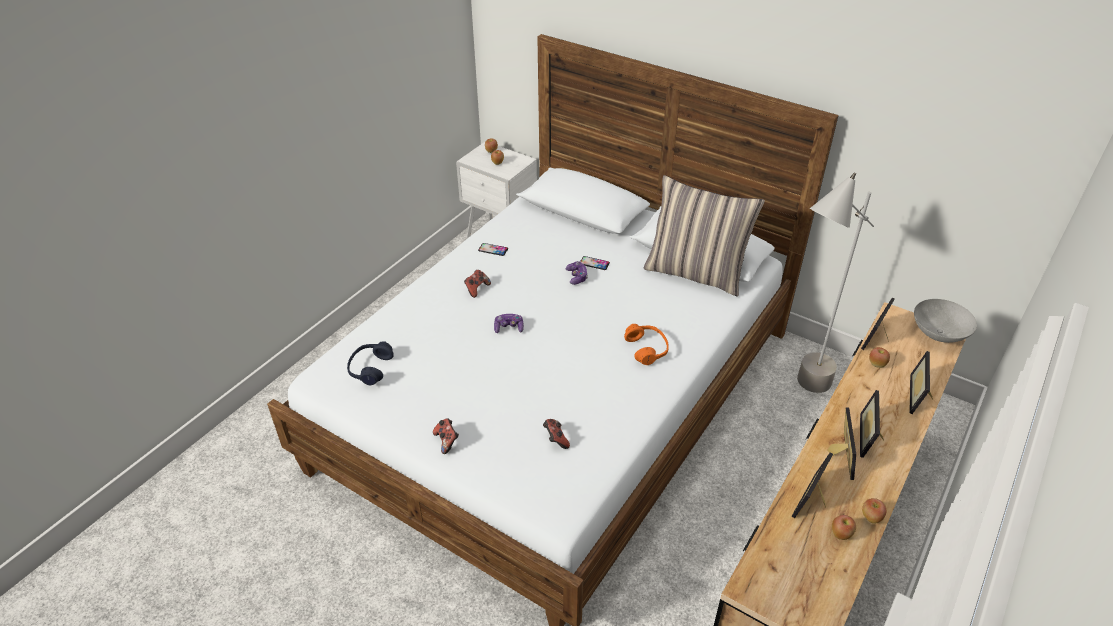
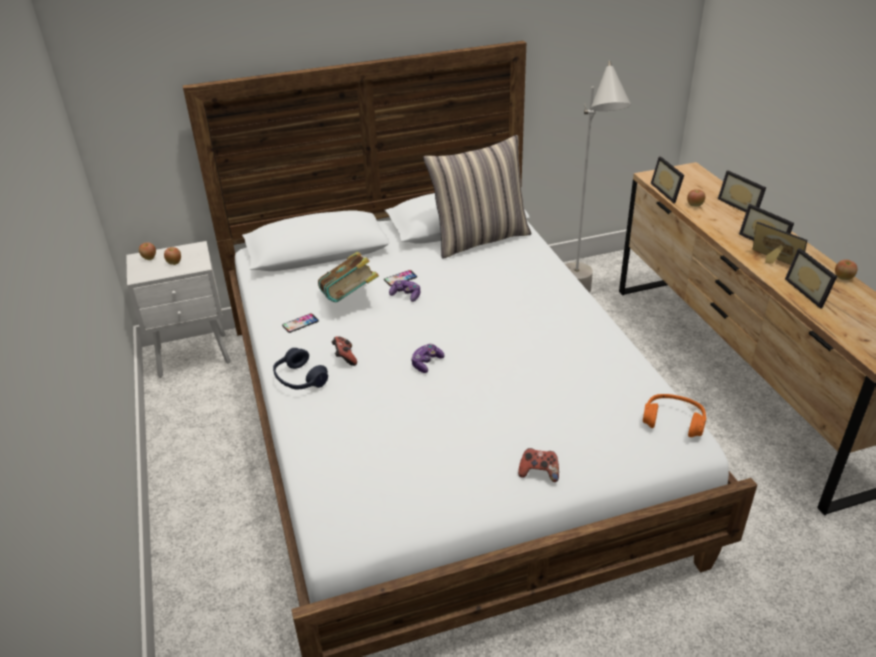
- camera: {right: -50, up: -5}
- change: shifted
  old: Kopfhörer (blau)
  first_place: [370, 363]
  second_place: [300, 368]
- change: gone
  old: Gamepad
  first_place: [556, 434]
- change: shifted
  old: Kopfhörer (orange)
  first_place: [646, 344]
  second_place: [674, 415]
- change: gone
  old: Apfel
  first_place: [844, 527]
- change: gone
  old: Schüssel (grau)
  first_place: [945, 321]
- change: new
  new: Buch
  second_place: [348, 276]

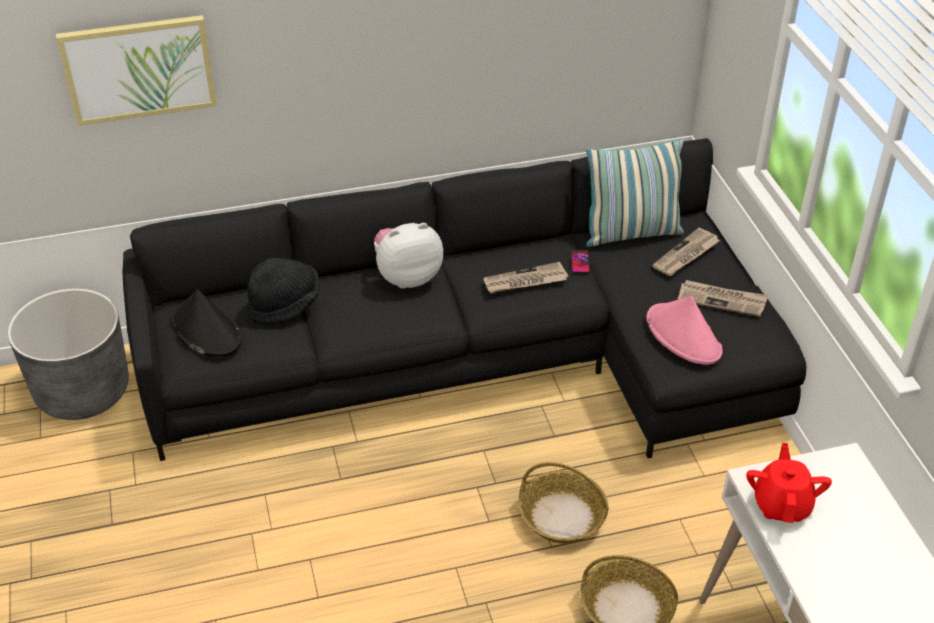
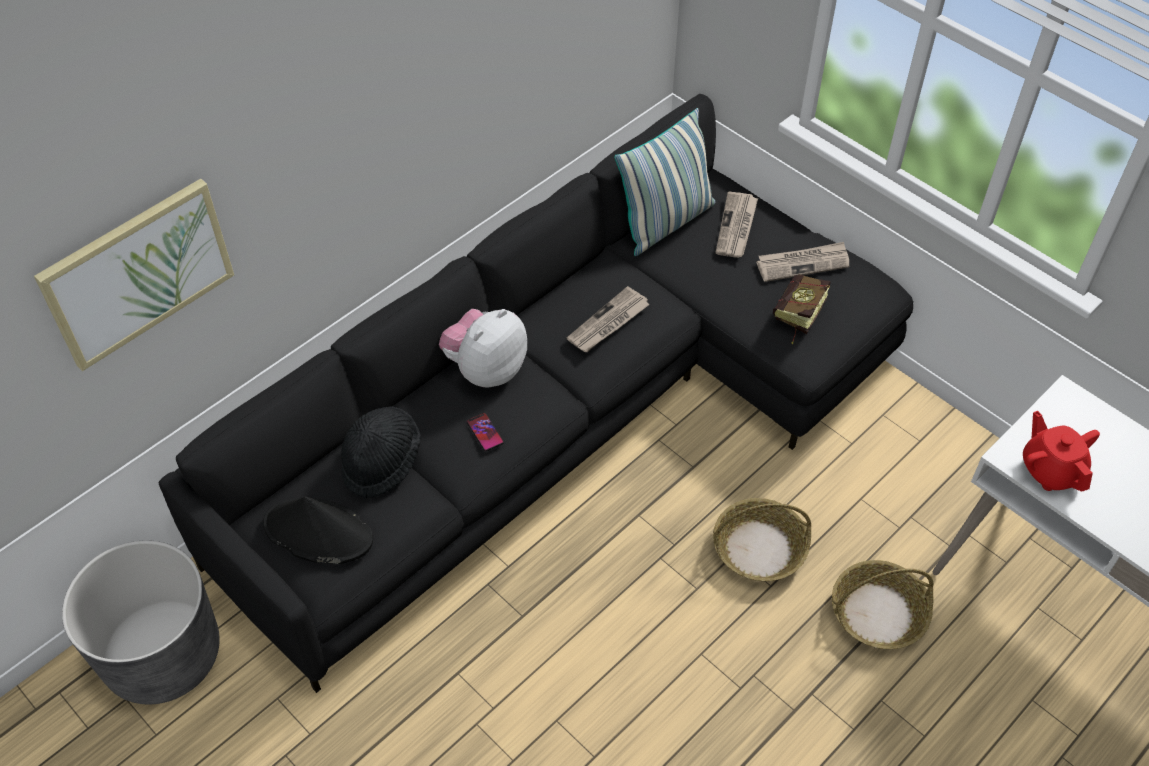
- camera: {right: -30, up: 10}
- change: shifted
  old: Handy
  first_place: [580, 261]
  second_place: [485, 432]
- change: swapped
  old: Hut (rosa)
  new: Buch
  first_place: [685, 330]
  second_place: [802, 309]

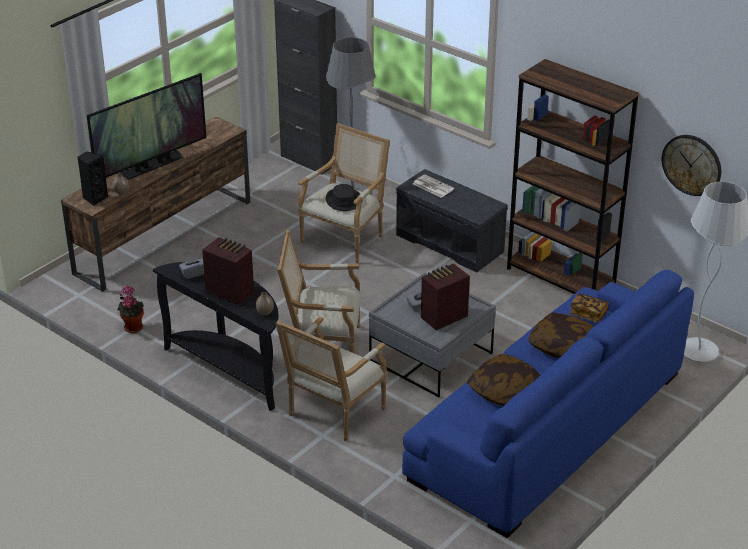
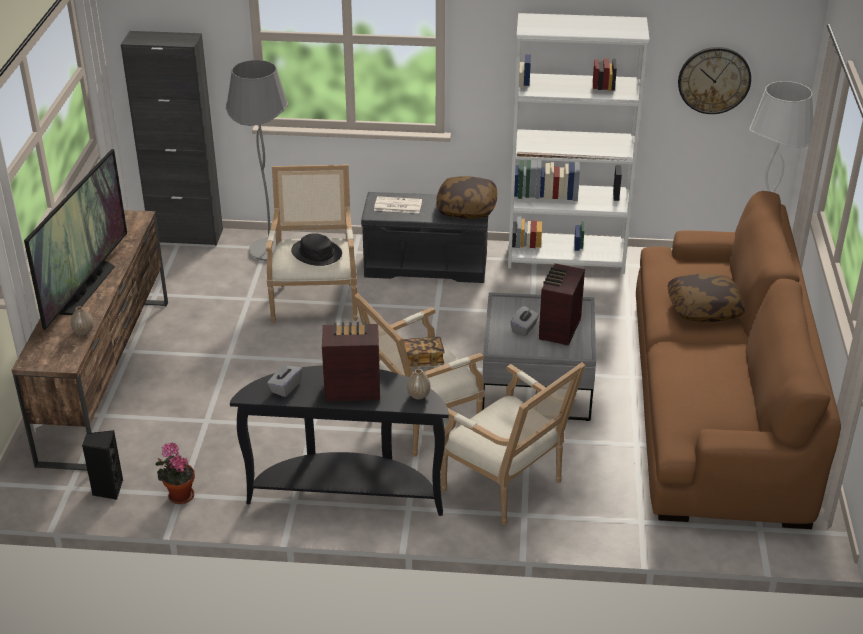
- camera: {right: -35, up: 0}
- change: shifted
  old: Lautsprecher (schwarz)
  first_place: [93, 179]
  second_place: [102, 465]
- change: rotated
  old: Sessel
  first_place: [331, 379]
  second_place: [513, 443]
  degrees: -45
- change: repainted
  old: Sofa (blau)
  new: Sofa (braun)
  first_place: [548, 404]
  second_place: [738, 360]
- change: shifted
  old: Kissen
  first_place: [503, 380]
  second_place: [466, 197]
- change: repainted
  old: Bücherregal (braun)
  new: Bücherregal (weiß)
  first_place: [573, 176]
  second_place: [578, 143]
- change: shifted
  old: Buch
  first_place: [589, 308]
  second_place: [424, 352]

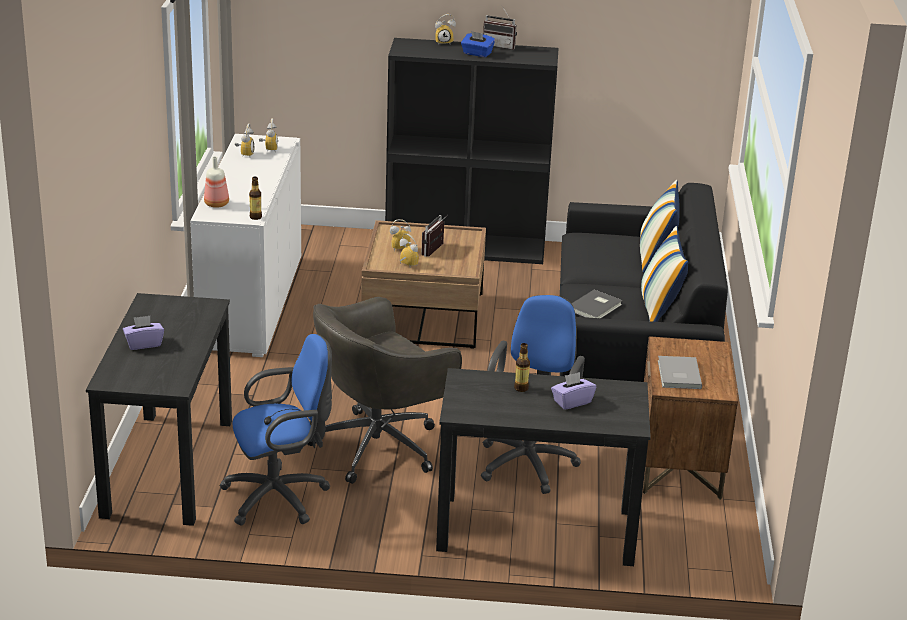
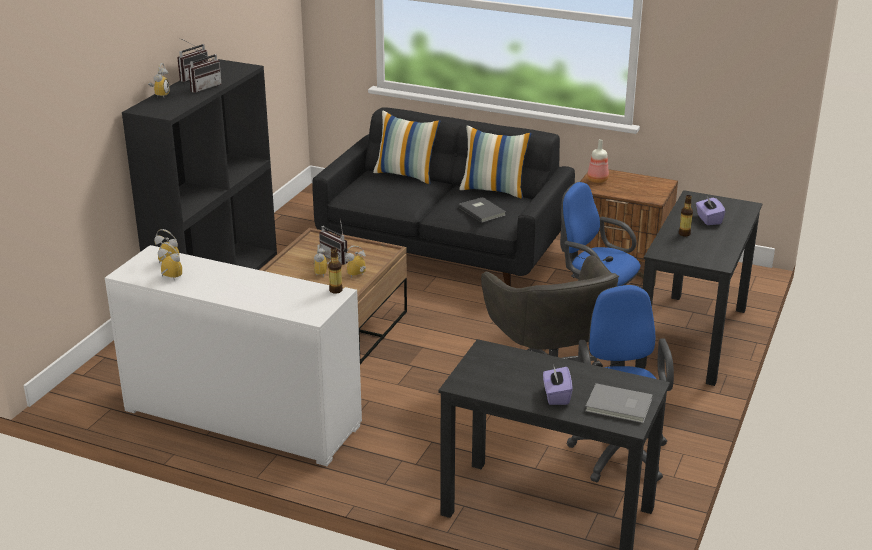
- camera: {right: -70, up: 0}
- change: shifted
  old: Flasche
  first_place: [216, 182]
  second_place: [598, 161]
- change: swapped
  old: Taschentuchbox (blau)
  new: Radio
  first_place: [478, 44]
  second_place: [205, 70]
- change: shifted
  old: Buch (grau)
  first_place: [680, 372]
  second_place: [619, 403]

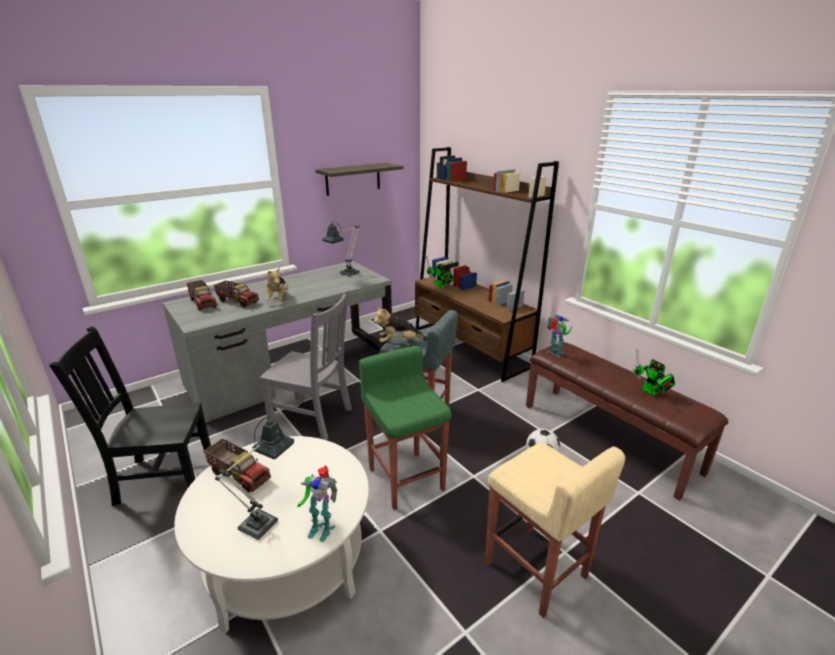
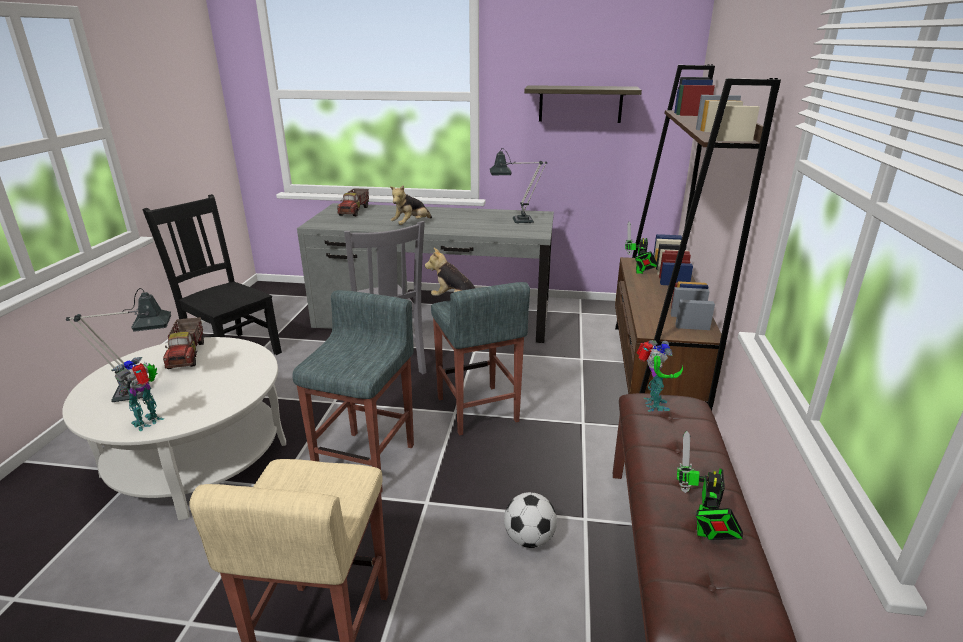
- camera: {right: 45, up: 0}
- change: gone
  old: Spielzeuglaster
  first_place: [236, 294]
- change: rotated
  old: Spielzeugroboter
  first_place: [317, 504]
  second_place: [137, 394]
  degrees: 60
- change: repainted
  old: Hocker (grün)
  new: Hocker (grau)
  first_place: [405, 428]
  second_place: [353, 391]

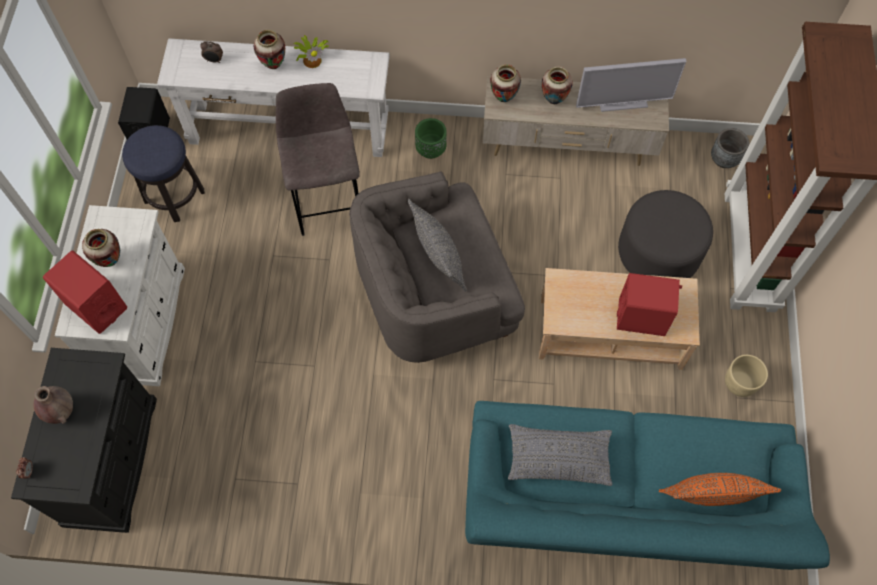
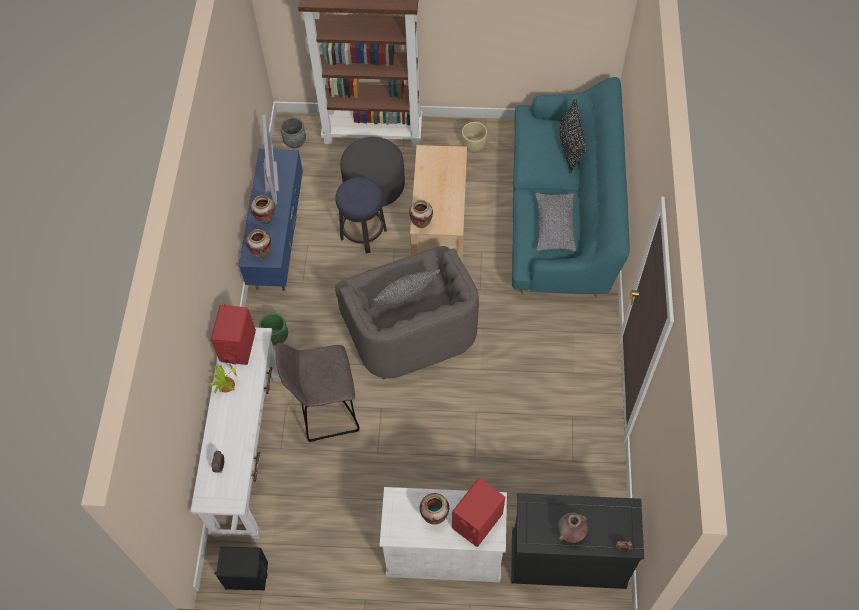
- camera: {right: -90, up: -5}
- change: shifted
  old: Hocker
  first_place: [163, 173]
  second_place: [361, 215]
- change: shifted
  old: Vase
  first_place: [269, 49]
  second_place: [421, 214]
- change: repainted
  old: Fernsehschrank (beige)
  new: Fernsehschrank (blau)
  first_place: [576, 121]
  second_place: [271, 220]
- change: shifted
  old: Lautsprecher (rot)
  first_place: [649, 304]
  second_place: [233, 334]
- change: repainted
  old: Kissen (orange)
  new: Kissen (schwarz)
  first_place: [720, 489]
  second_place: [573, 135]

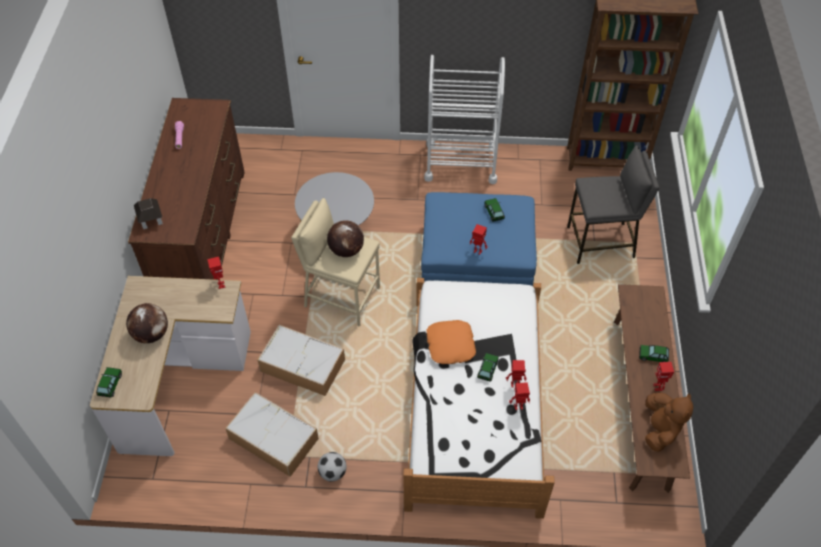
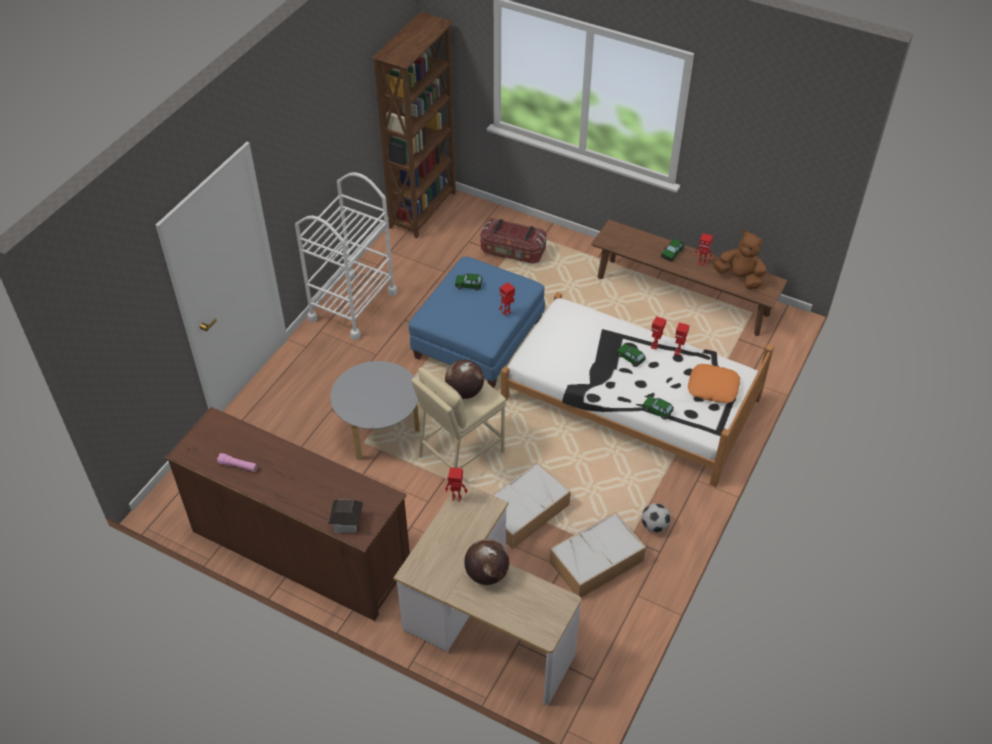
- camera: {right: -65, up: -5}
- change: shifted
  old: Spielzeugauto
  first_place: [109, 382]
  second_place: [658, 408]
- change: shifted
  old: Kissen (orange)
  first_place: [451, 342]
  second_place: [714, 383]
- change: swapped
  old: Hocker (grau)
  new: Aufbewahrungsbox
  first_place: [613, 204]
  second_place: [514, 241]

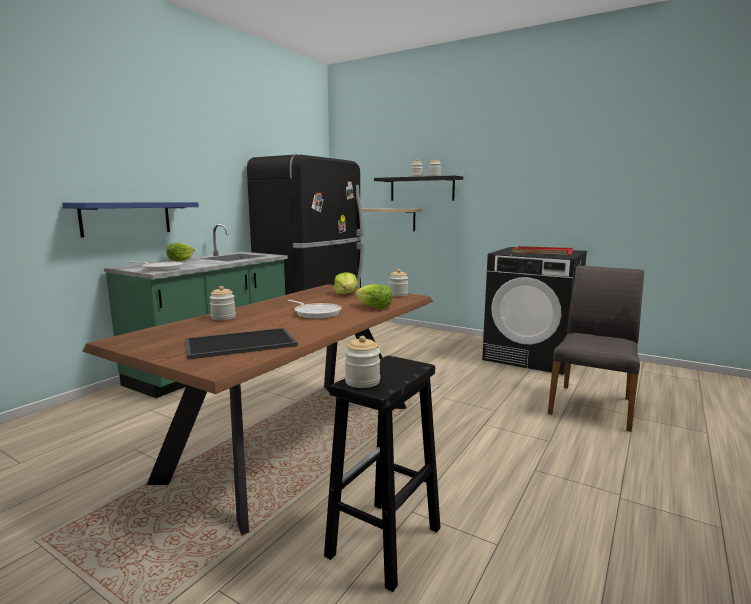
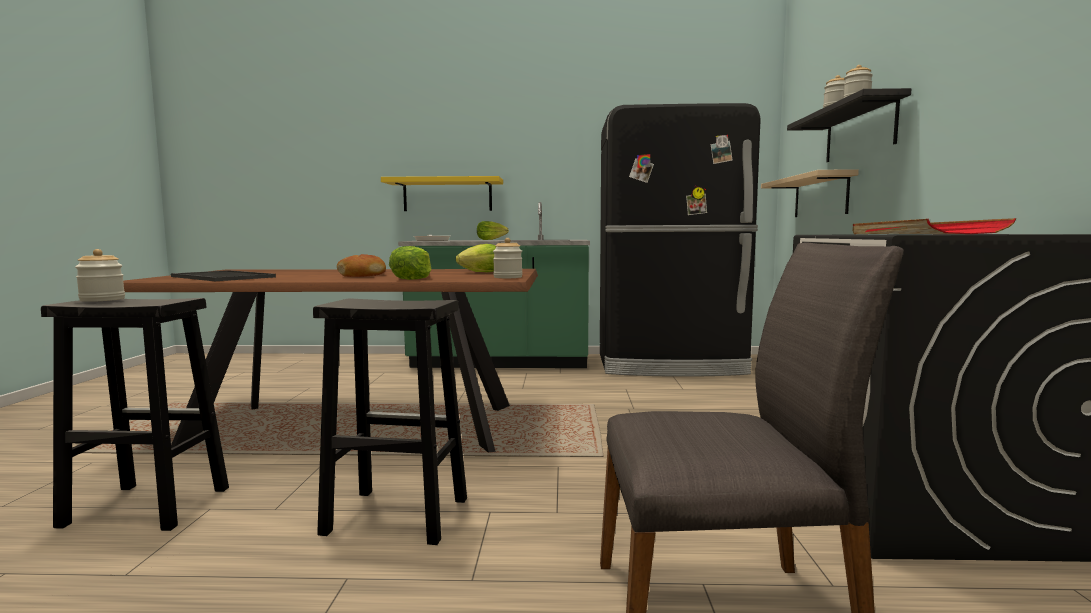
- camera: {right: 60, up: -5}
- change: repainted
  old: Wandregal (blau)
  new: Wandregal (gelb)
  first_place: [130, 220]
  second_place: [442, 193]
- change: gone
  old: Vorratsglas
  first_place: [222, 303]
- change: swapped
  old: Pfanne
  new: Brot
  first_place: [314, 309]
  second_place: [361, 265]
- change: new
  new: Hocker (schwarz)
  second_place: [390, 421]

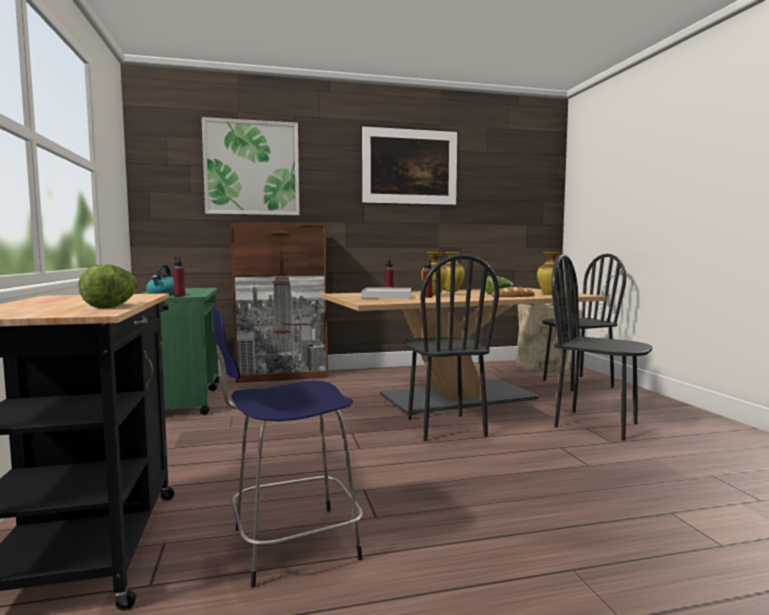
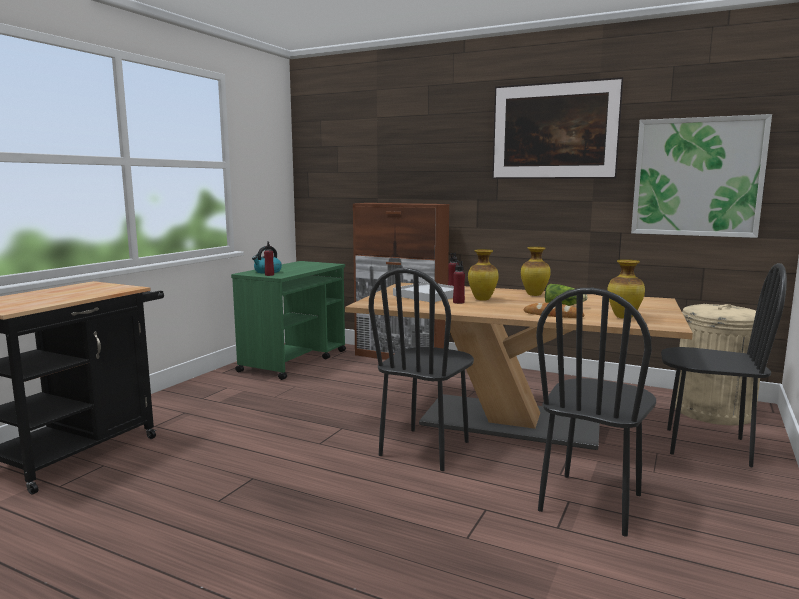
- camera: {right: 40, up: 5}
- change: gone
  old: Salatkopf
  first_place: [108, 286]
- change: shifted
  old: Bild
  first_place: [251, 166]
  second_place: [701, 176]
- change: gone
  old: Hocker (blau)
  first_place: [287, 446]
- change: rotated
  old: Stuhl (schwarz)
  first_place: [602, 347]
  second_place: [596, 412]
  degrees: -135

